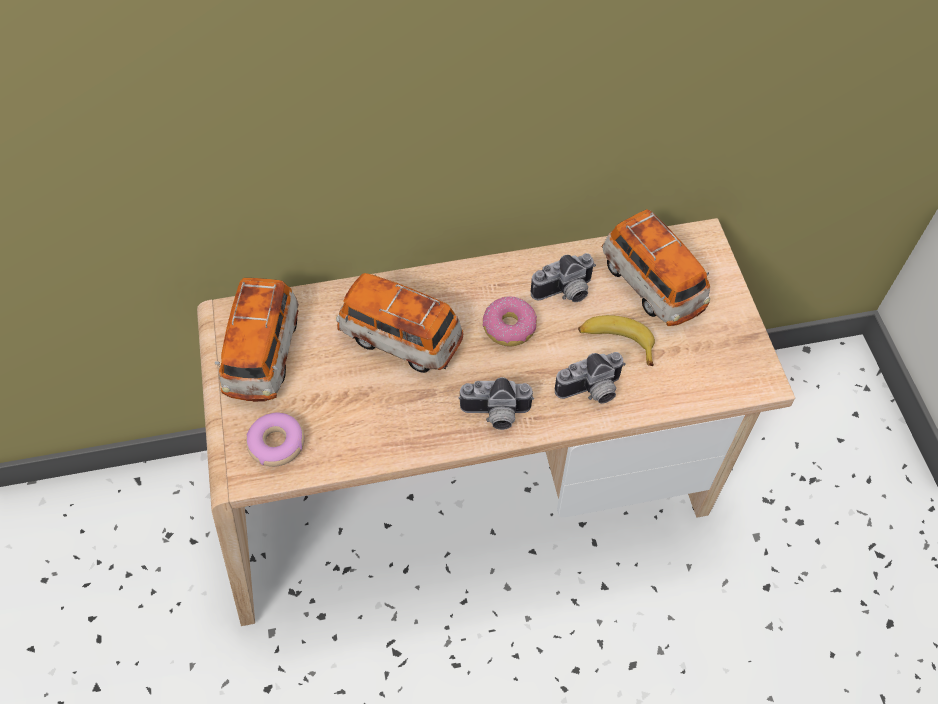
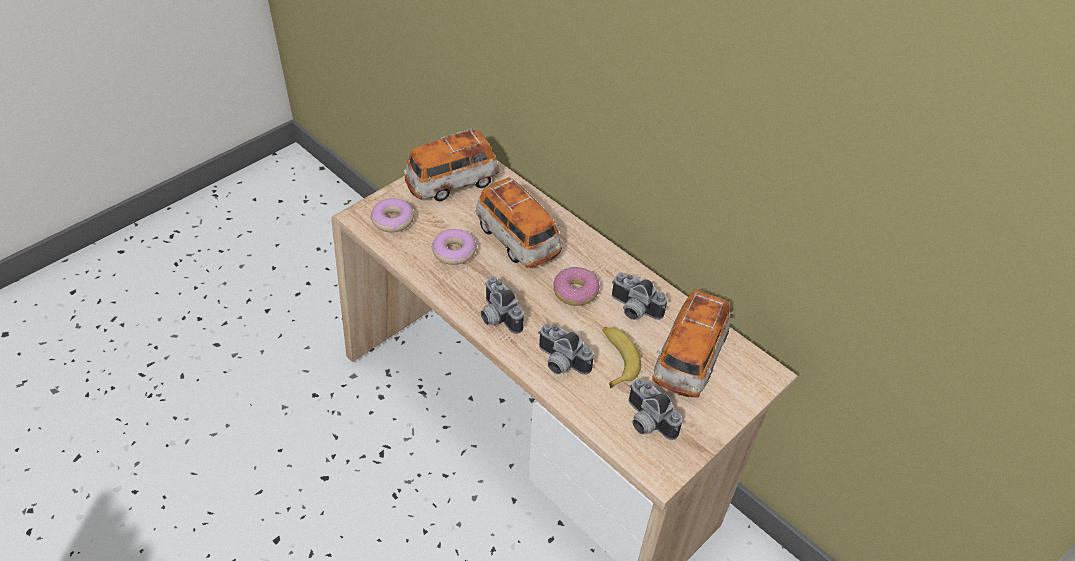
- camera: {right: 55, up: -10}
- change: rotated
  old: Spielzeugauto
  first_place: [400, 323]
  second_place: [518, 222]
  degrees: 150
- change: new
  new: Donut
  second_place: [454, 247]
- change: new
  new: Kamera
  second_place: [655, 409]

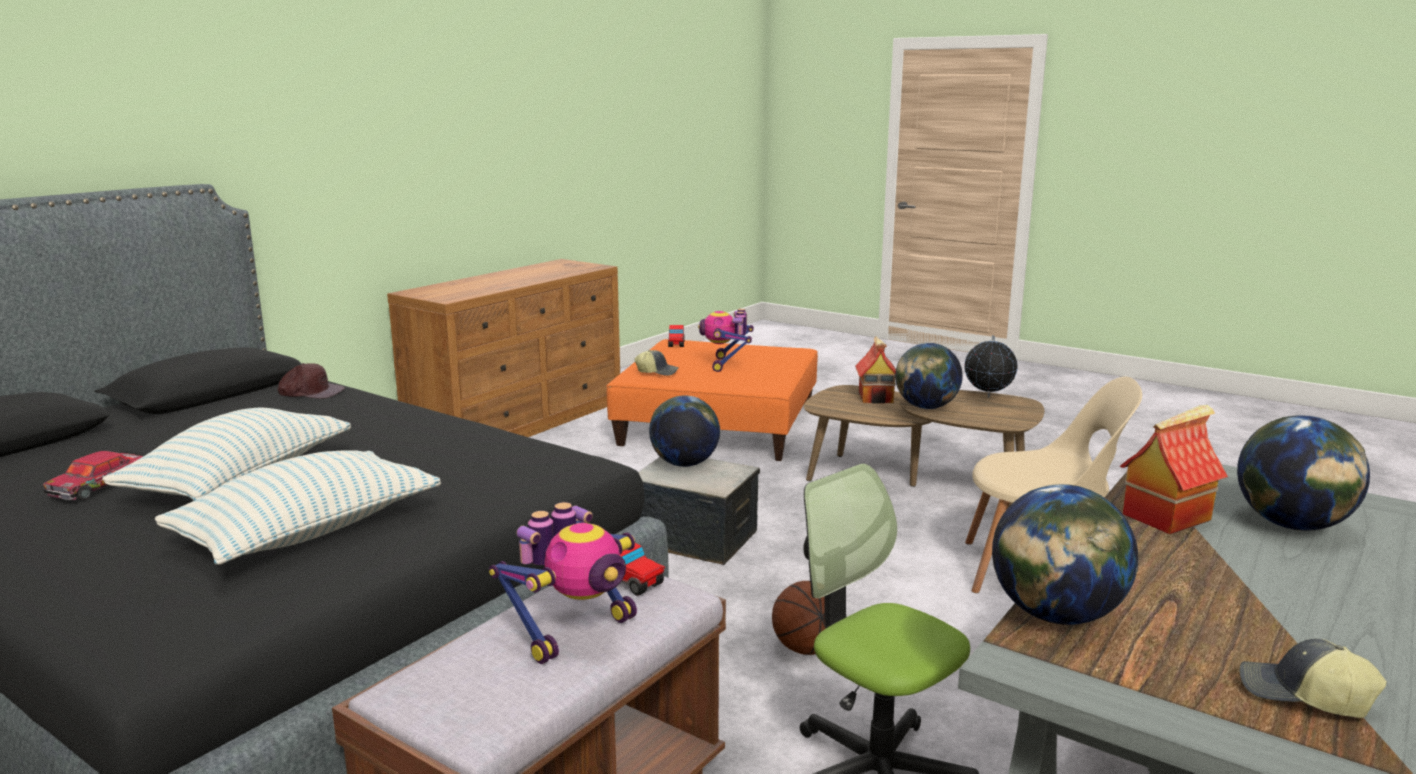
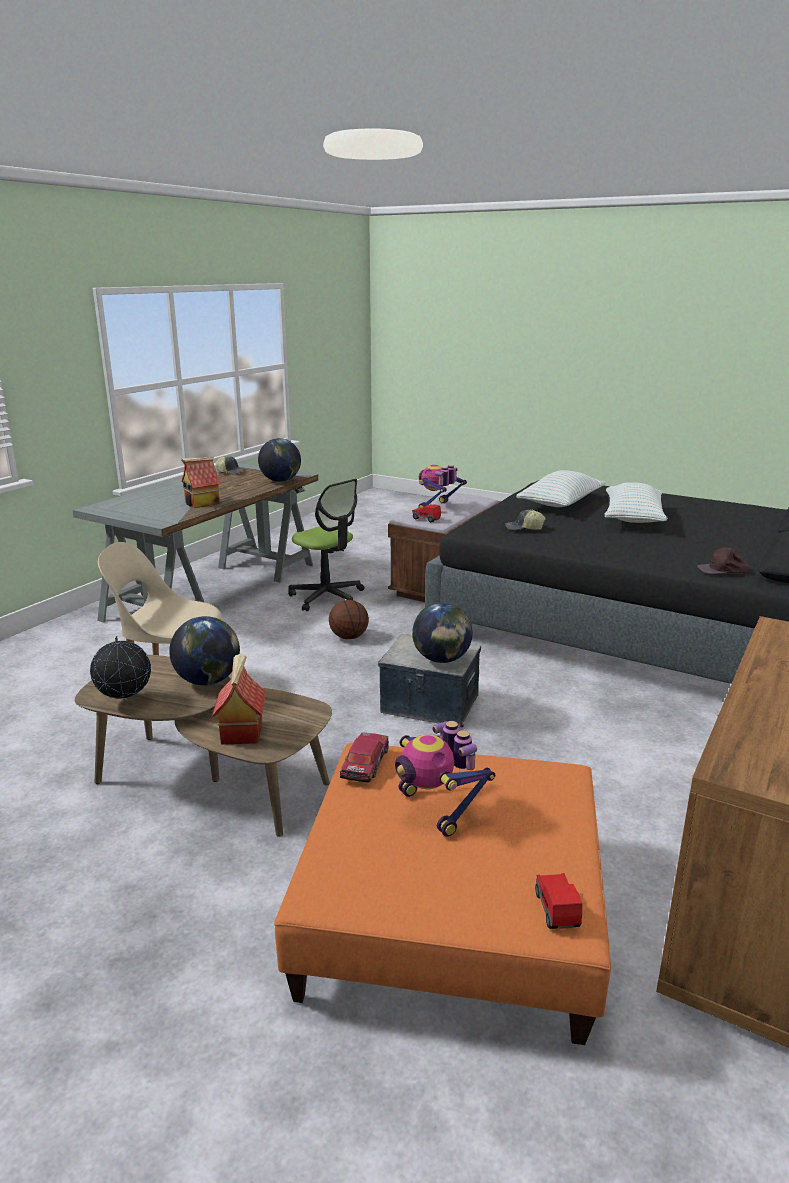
- camera: {right: 175, up: 5}
- change: shifted
  old: Spielzeugauto
  first_place: [95, 475]
  second_place: [364, 757]
- change: shifted
  old: Kappe
  first_place: [656, 363]
  second_place: [525, 519]
- change: rotated
  old: Spielzeugroboter
  first_place: [726, 340]
  second_place: [445, 779]
  degrees: 150
- change: gone
  old: Globus
  first_place: [1303, 473]

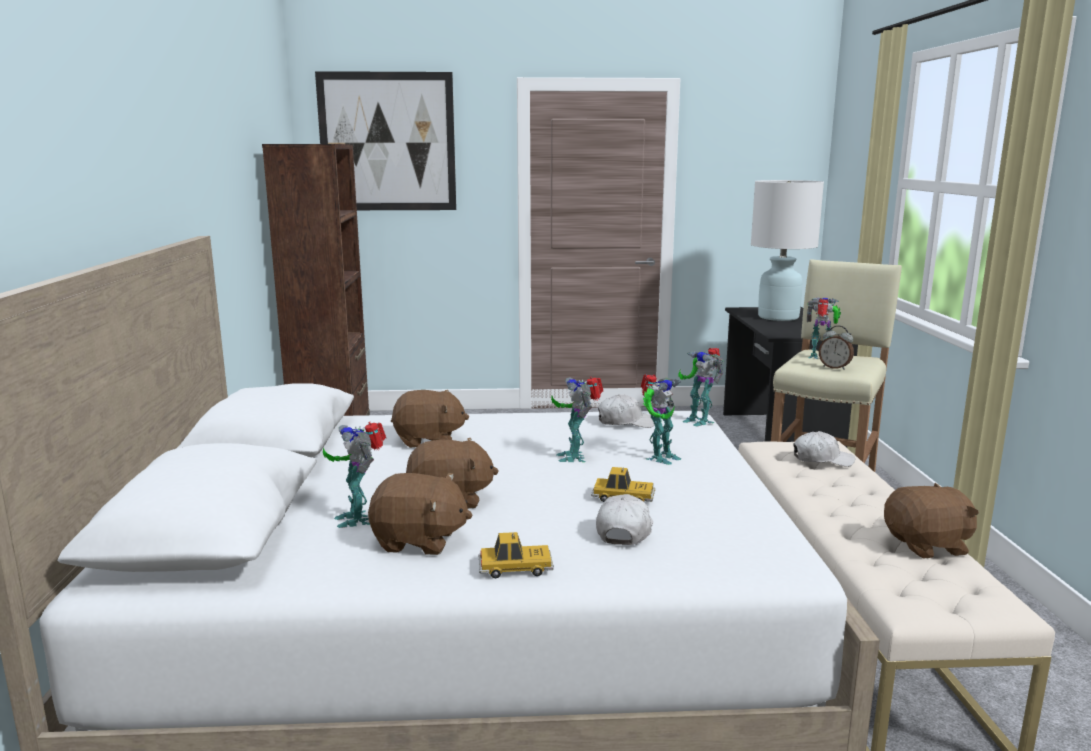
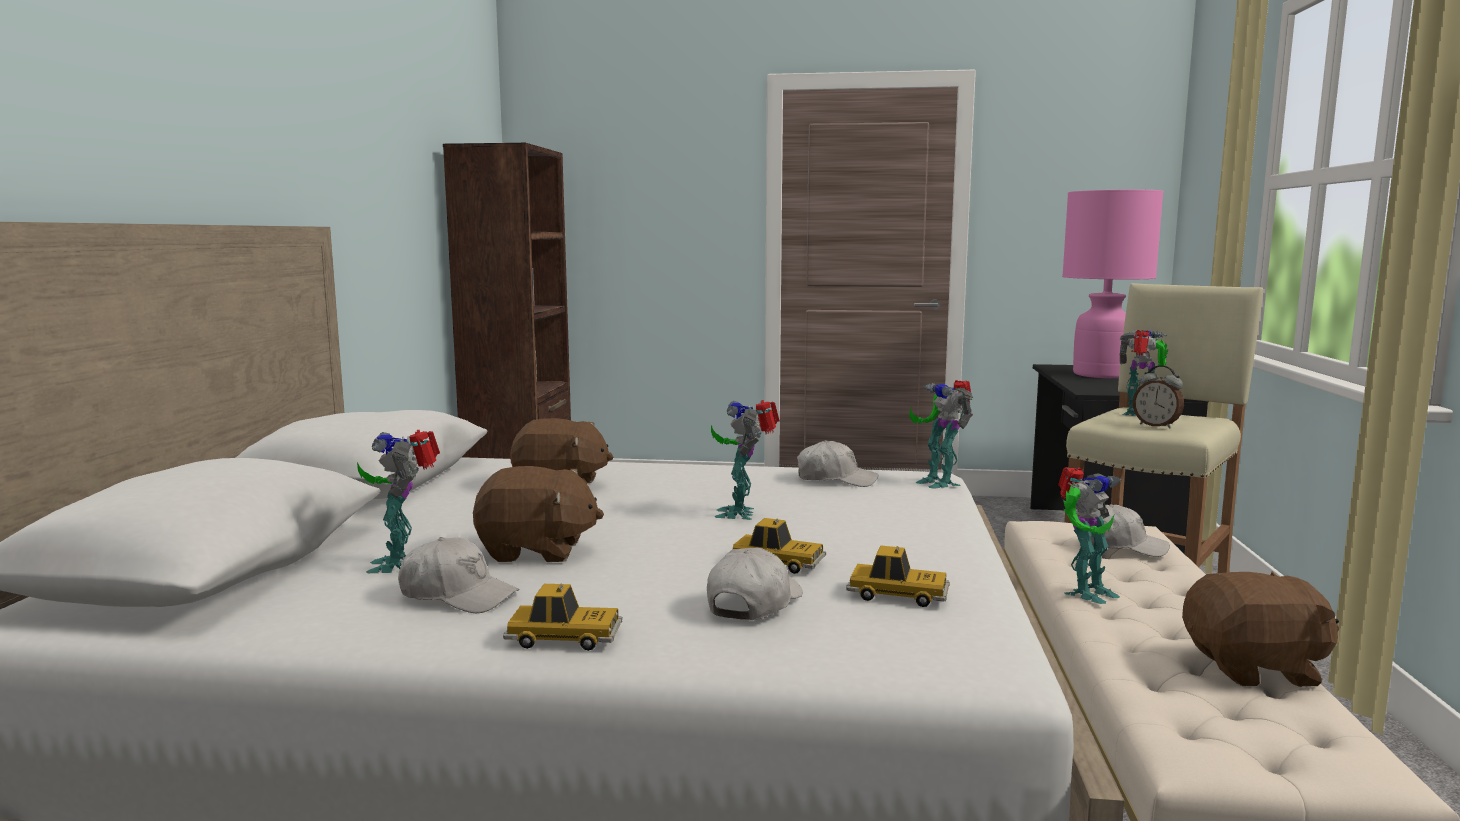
- camera: {right: 10, up: -5}
- change: gone
  old: Bild
  first_place: [385, 140]
- change: swapped
  old: Plüschtier (braun)
  new: Kappe (weiß)
  first_place: [420, 514]
  second_place: [459, 575]
- change: shifted
  old: Spielzeugroboter
  first_place: [661, 419]
  second_place: [1090, 535]
- change: repainted
  old: Tischlampe (weiß)
  new: Tischlampe (rosa)
  first_place: [787, 250]
  second_place: [1112, 284]
- change: new
  new: Spielzeugauto
  second_place: [898, 576]

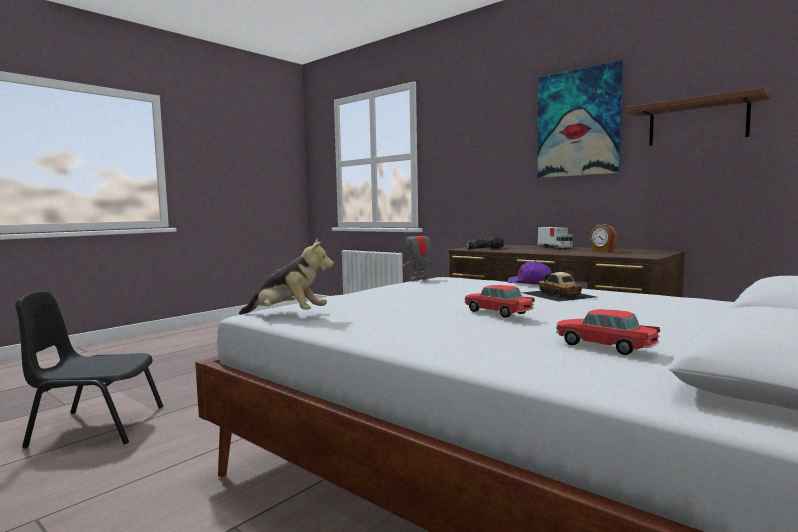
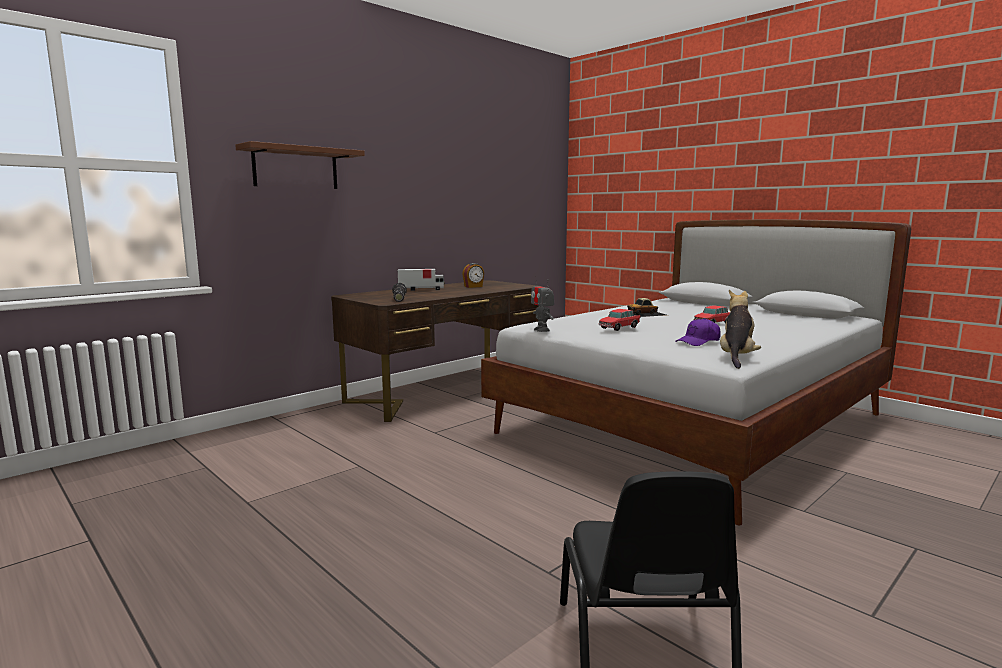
- camera: {right: -85, up: 5}
- change: shifted
  old: Kappe (lila)
  first_place: [529, 272]
  second_place: [698, 332]
- change: gone
  old: Bild
  first_place: [580, 119]
- change: shifted
  old: Spielzeugauto
  first_place: [608, 332]
  second_place: [620, 320]
- change: shifted
  old: Wandregal (braun)
  first_place: [698, 116]
  second_place: [300, 165]

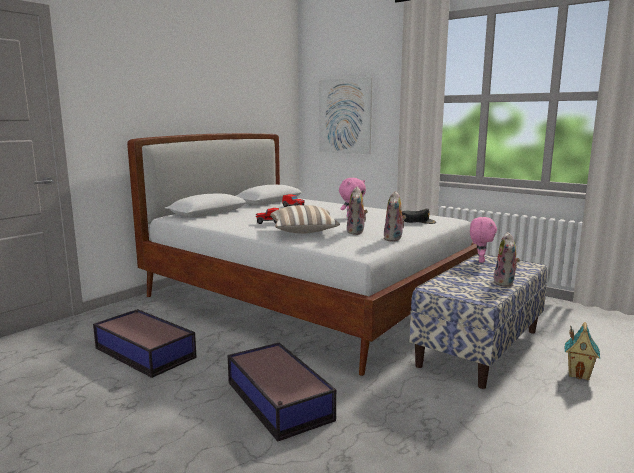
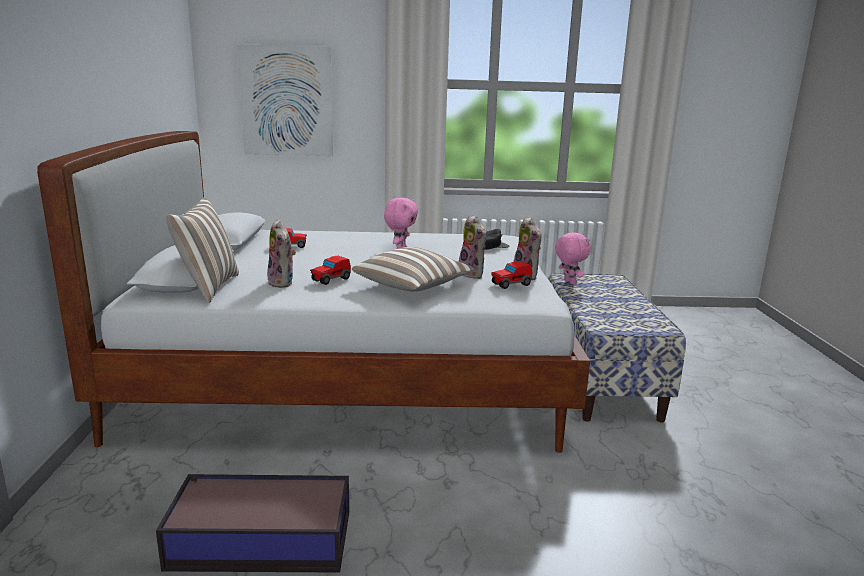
- camera: {right: -40, up: 5}
- change: gone
  old: Aufbewahrungsbox
  first_place: [281, 392]
- change: shifted
  old: Plüschtier
  first_place: [506, 259]
  second_place: [281, 253]
- change: gone
  old: Spielzeughaus
  first_place: [582, 351]
- change: new
  new: Kissen
  second_place: [202, 250]
- change: new
  new: Spielzeugauto
  second_place: [512, 275]

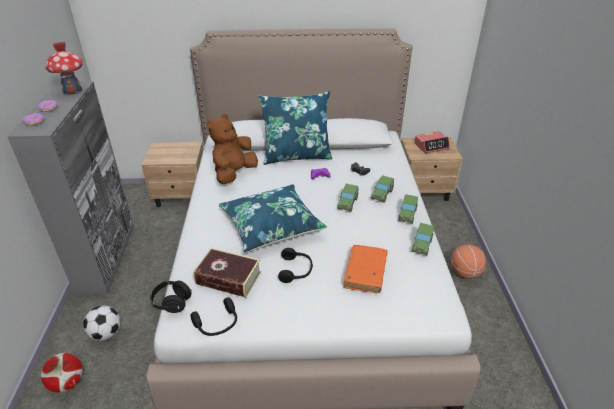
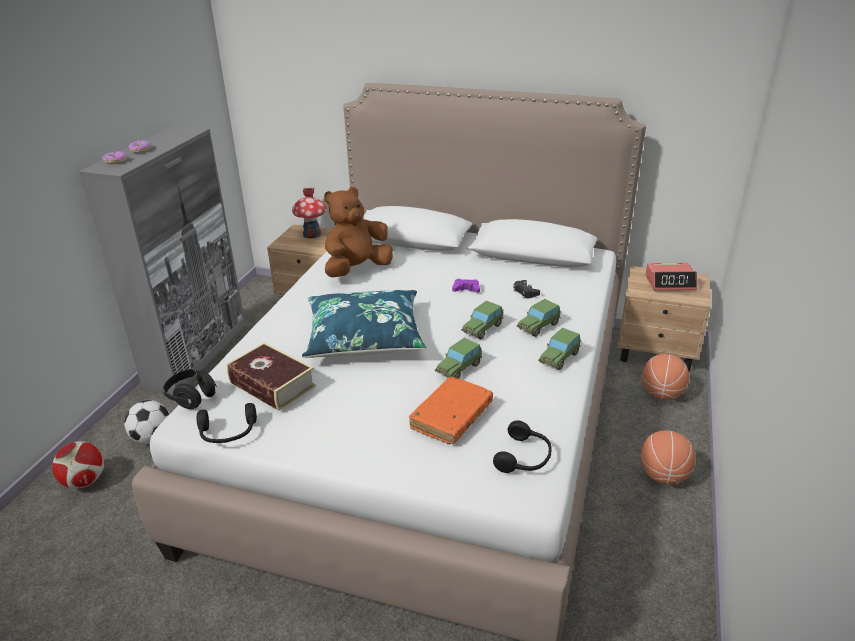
- camera: {right: 20, up: -5}
- change: shifted
  old: Spielzeughaus
  first_place: [64, 68]
  second_place: [309, 213]
- change: gone
  old: Kissen (blau)
  first_place: [295, 128]
- change: shifted
  old: Kopfhörer (schwarz)
  first_place: [295, 265]
  second_place: [522, 447]
- change: shifted
  old: Spielzeugauto
  first_place: [422, 239]
  second_place: [458, 358]
- change: new
  new: Basketball
  second_place: [665, 377]

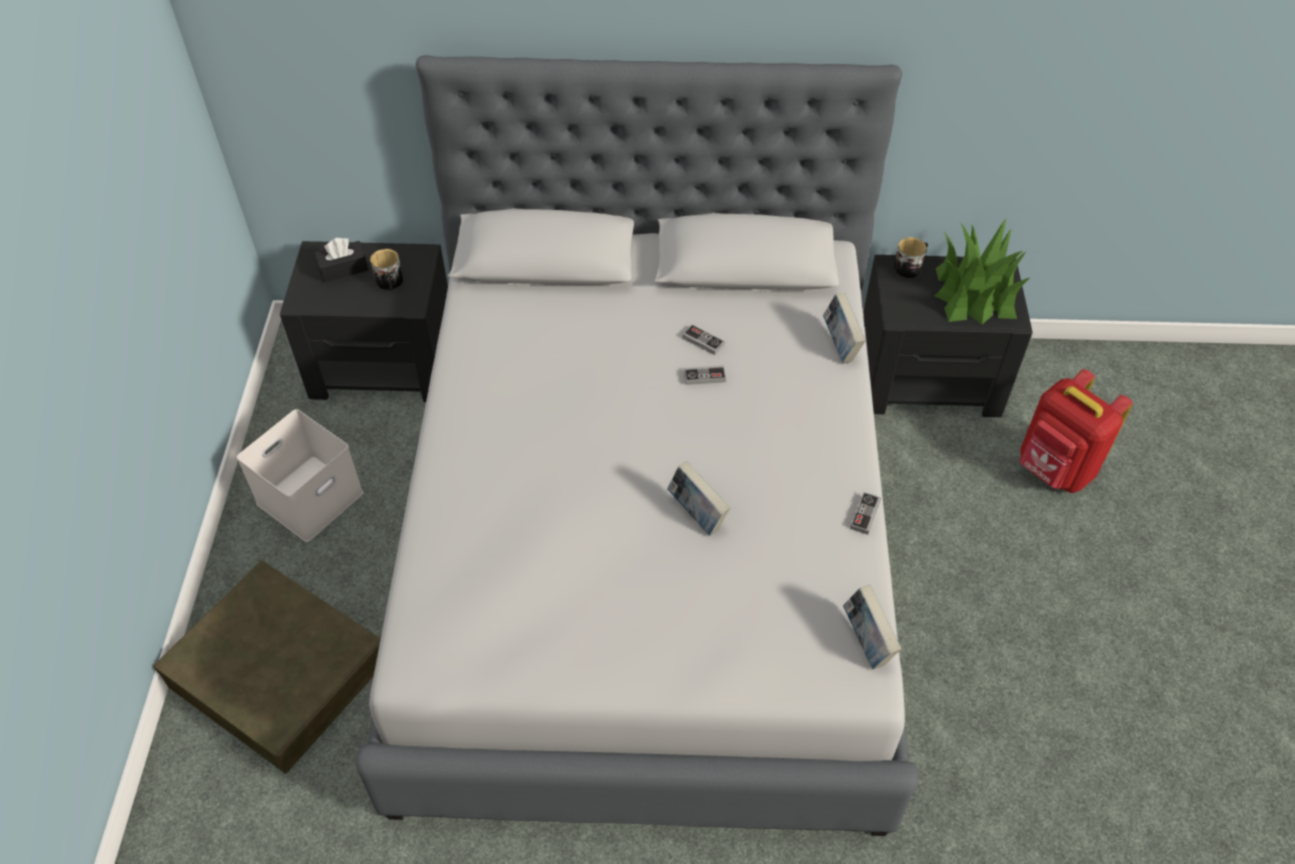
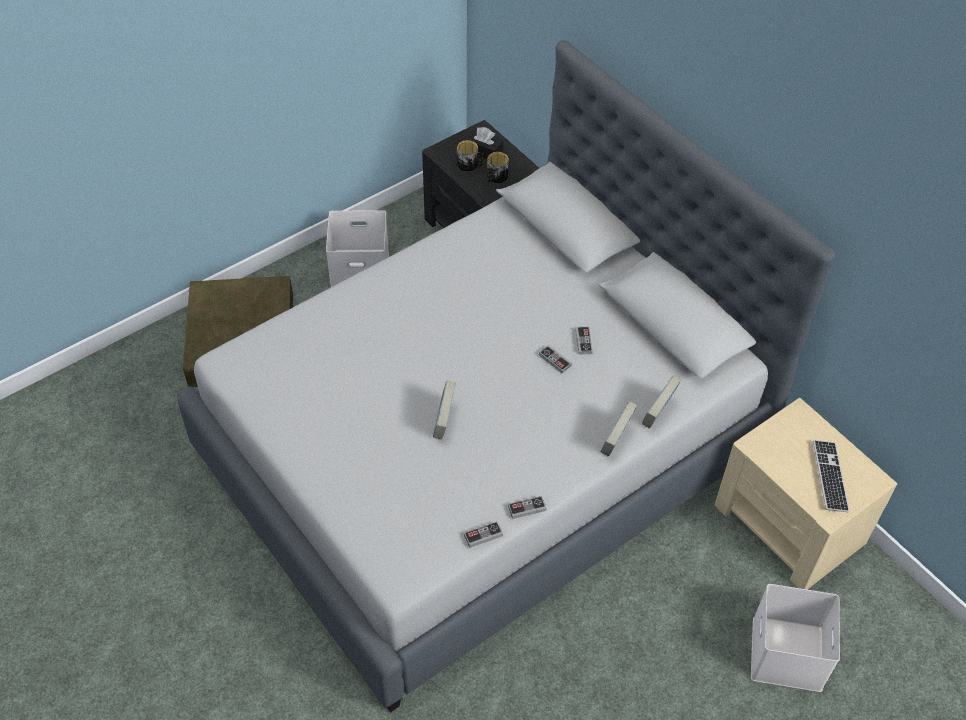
- camera: {right: 50, up: 0}
- change: shifted
  old: Buch
  first_place: [872, 627]
  second_place: [619, 428]
- change: repainted
  old: Nachttisch (schwarz)
  new: Nachttisch (beige)
  first_place: [948, 336]
  second_place: [806, 493]
- change: shifted
  old: Henkelbecher
  first_place: [911, 257]
  second_place: [470, 156]
- change: swapped
  old: Topfpflanze
  new: Tastatur
  first_place: [983, 271]
  second_place: [831, 476]
- change: swapped
  old: Rucksack (rot)
  new: Aufbewahrungsbox (weiß)
  first_place: [1076, 431]
  second_place: [795, 638]
- change: new
  new: Gamepad
  second_place: [483, 534]

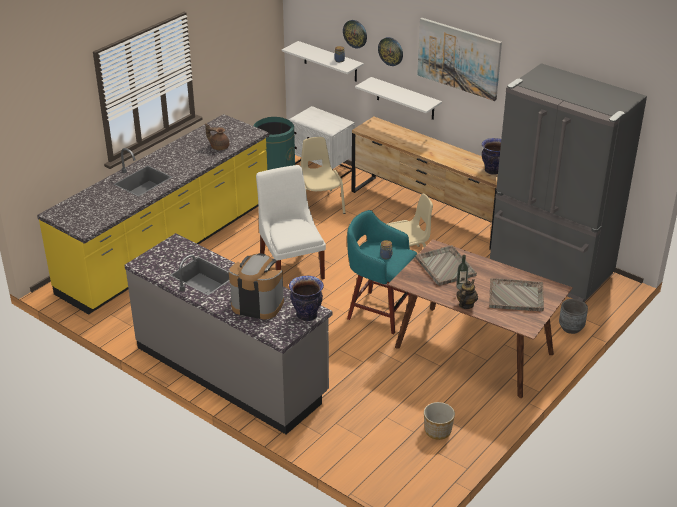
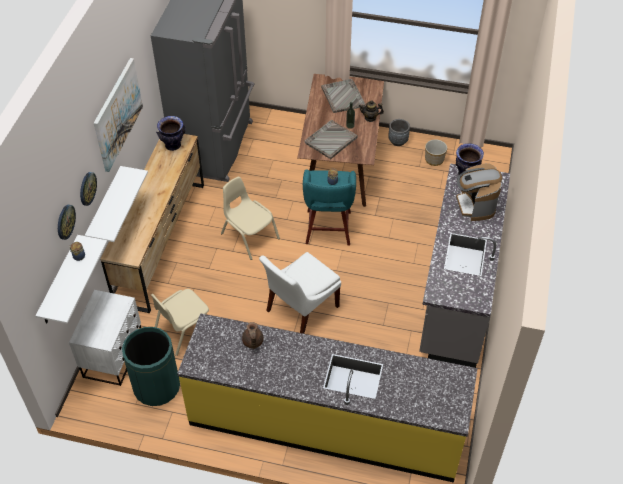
- camera: {right: -115, up: 15}
- change: shifted
  old: Pflanzkübel (grau)
  first_place: [573, 316]
  second_place: [399, 132]

